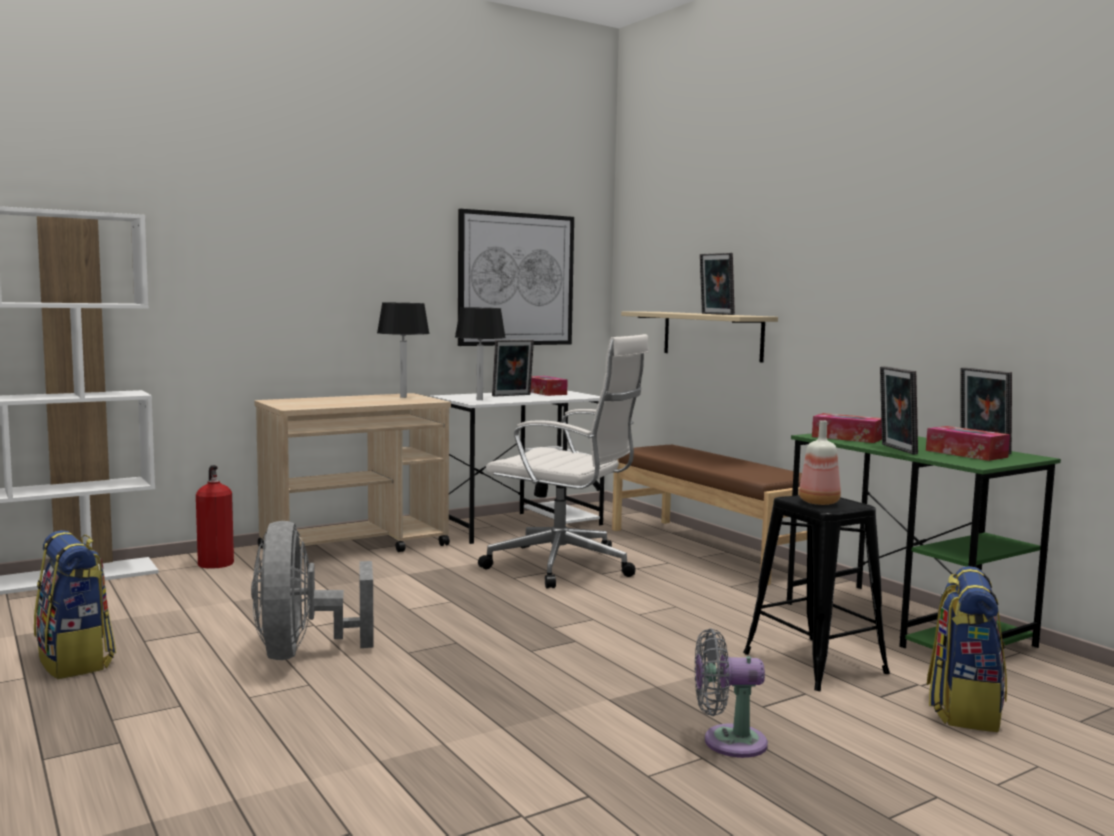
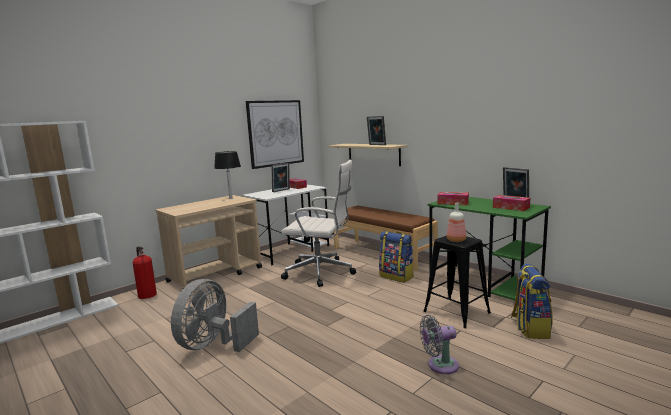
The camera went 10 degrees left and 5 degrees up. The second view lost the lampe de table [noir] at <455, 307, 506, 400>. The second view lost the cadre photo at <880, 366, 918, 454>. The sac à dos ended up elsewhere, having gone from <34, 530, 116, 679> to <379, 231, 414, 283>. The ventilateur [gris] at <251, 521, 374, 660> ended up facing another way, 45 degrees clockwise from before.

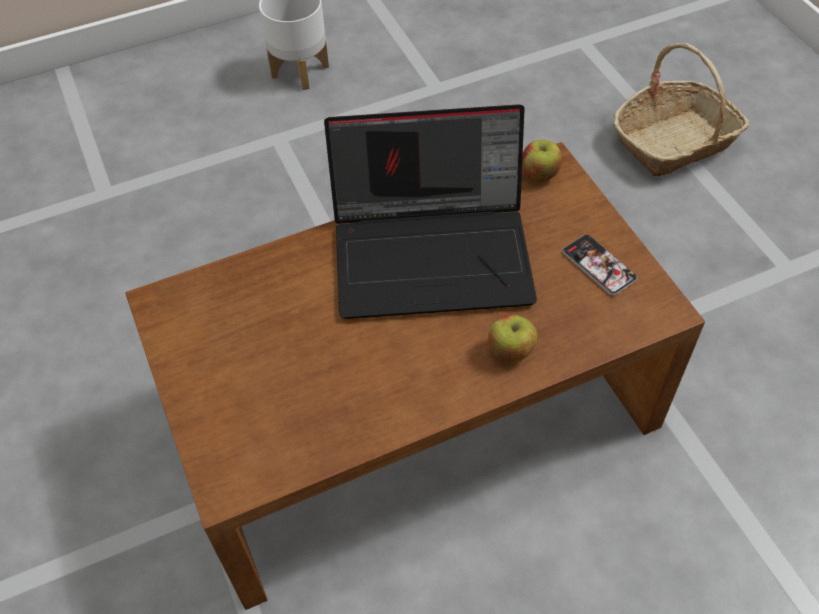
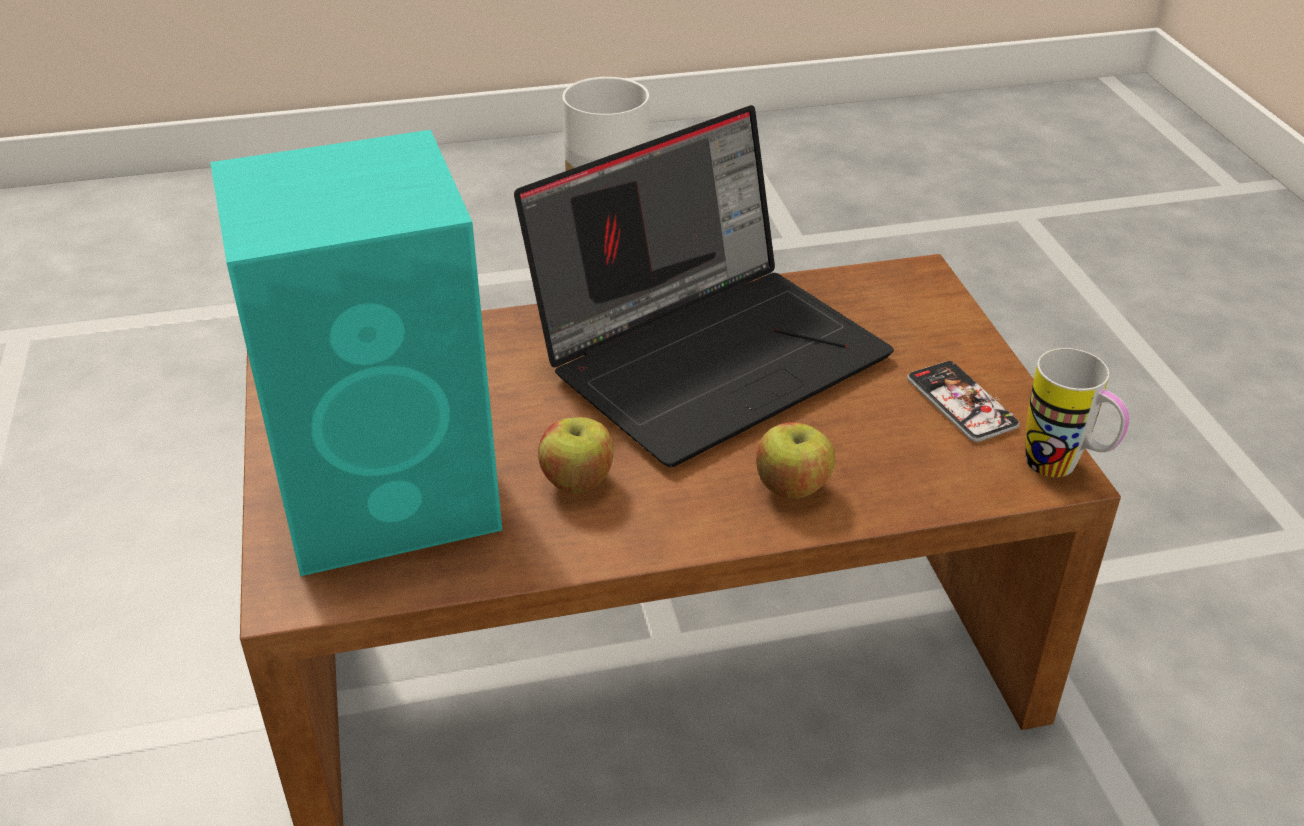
The camera went 10 degrees right and 15 degrees down. The second view lost the panier at <613, 43, 750, 176>. The second view gained the enceinte [turquoise] at <210, 130, 502, 576>. The second view gained the mug at <1025, 348, 1130, 477>. The pomme ended up elsewhere, having gone from <522, 140, 562, 182> to <538, 417, 613, 493>. The ordinateur portable at <324, 104, 537, 319> ended up facing another way, 45 degrees counterclockwise from before.

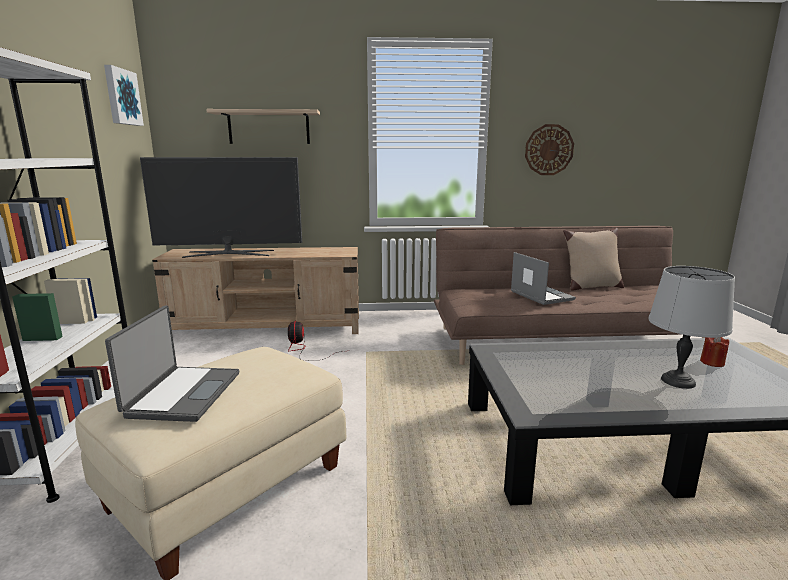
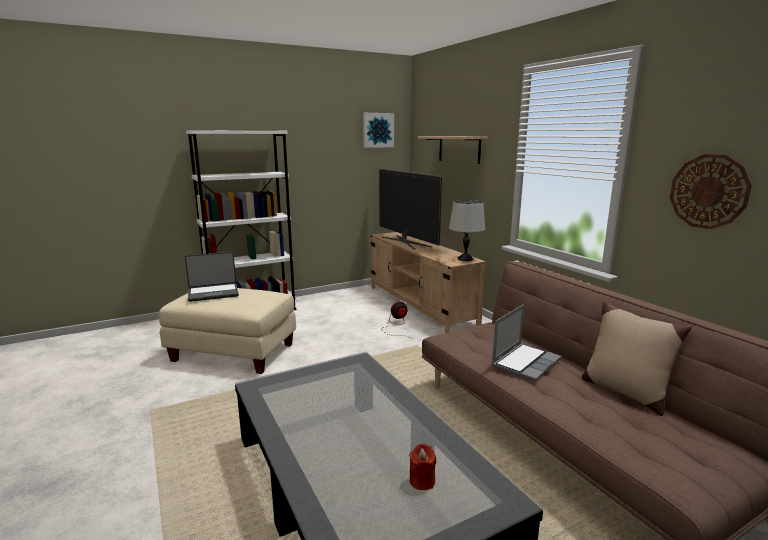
The camera went 65 degrees right and 0 degrees up. The lampe de table [gris] ended up elsewhere, having gone from <648, 266, 735, 389> to <449, 200, 485, 261>.

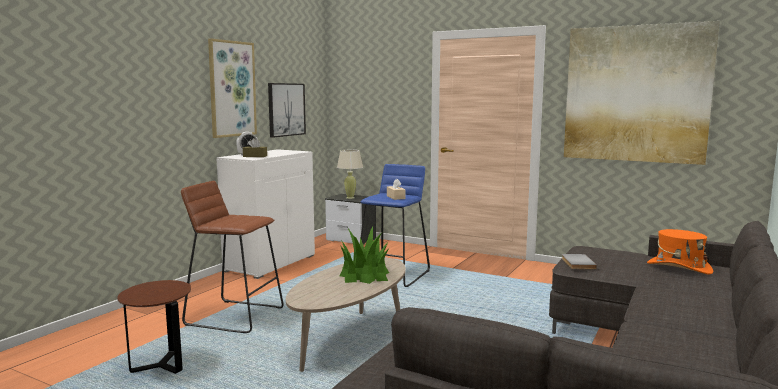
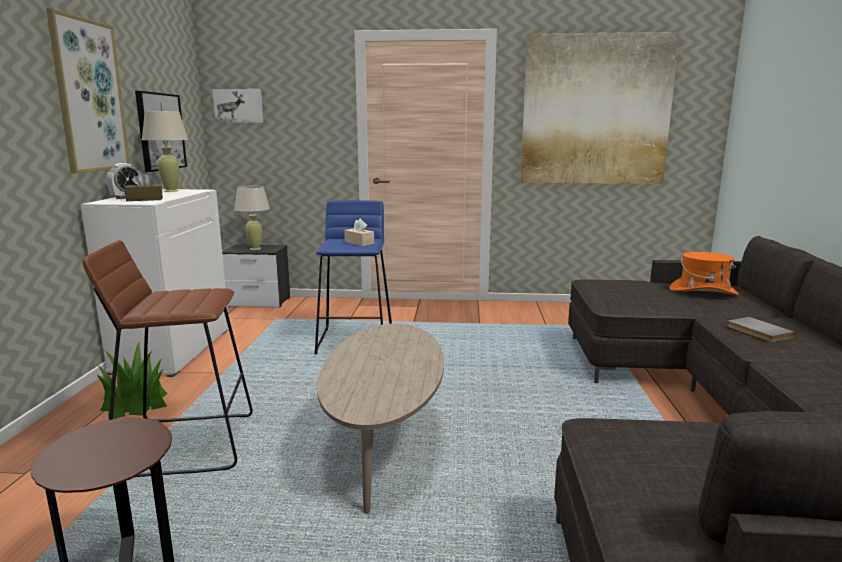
The camera went 25 degrees left and 5 degrees up. The second view gained the lampe de table [beige] at <142, 111, 189, 192>. The second view gained the tableau at <212, 89, 263, 123>. The plante en pot ended up elsewhere, having gone from <339, 227, 389, 284> to <96, 342, 168, 419>. The livre [gris] ended up elsewhere, having gone from <562, 254, 597, 269> to <727, 317, 795, 342>.

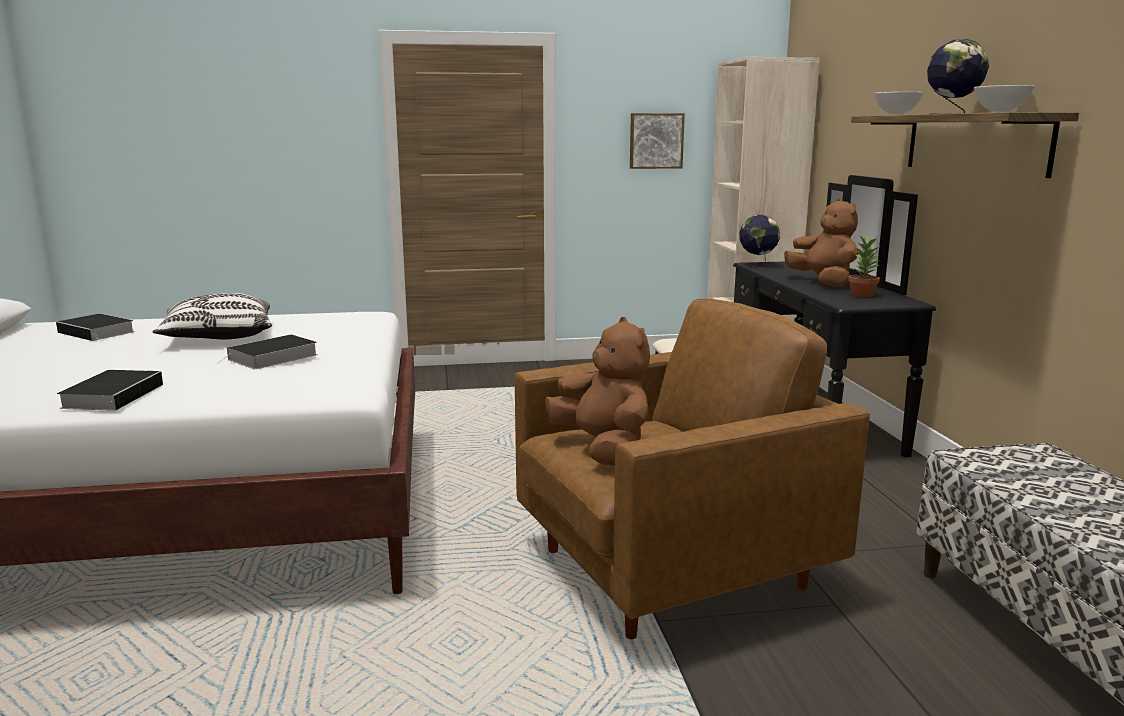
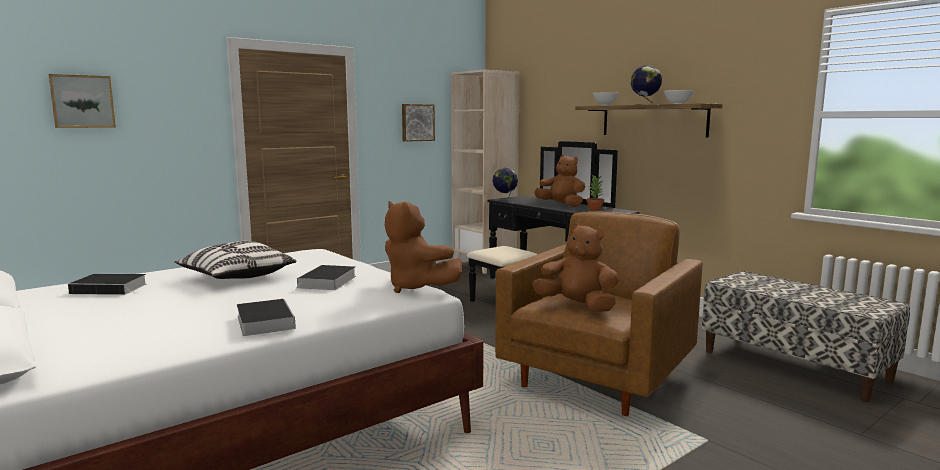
The camera went 30 degrees left and 5 degrees down. The second view gained the tableau at <49, 74, 116, 128>. The second view gained the peluche [marron] at <385, 201, 462, 293>.

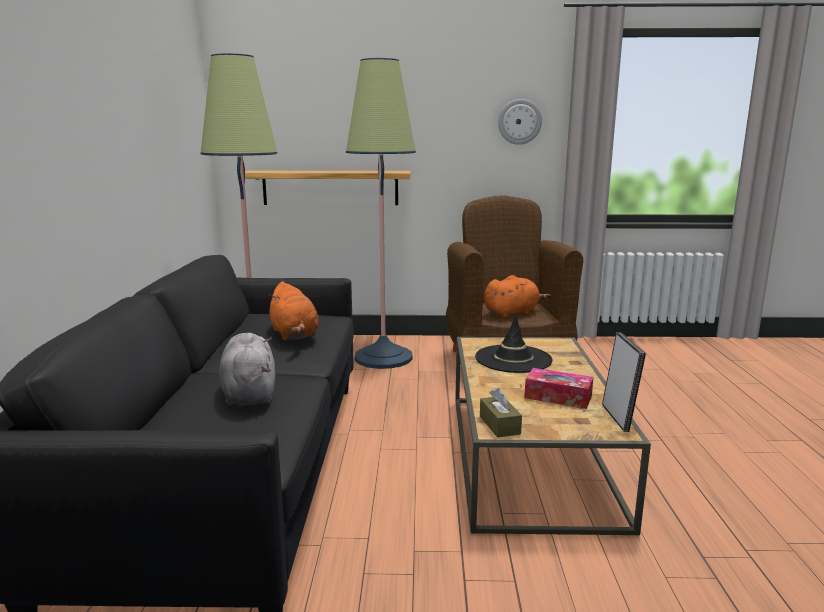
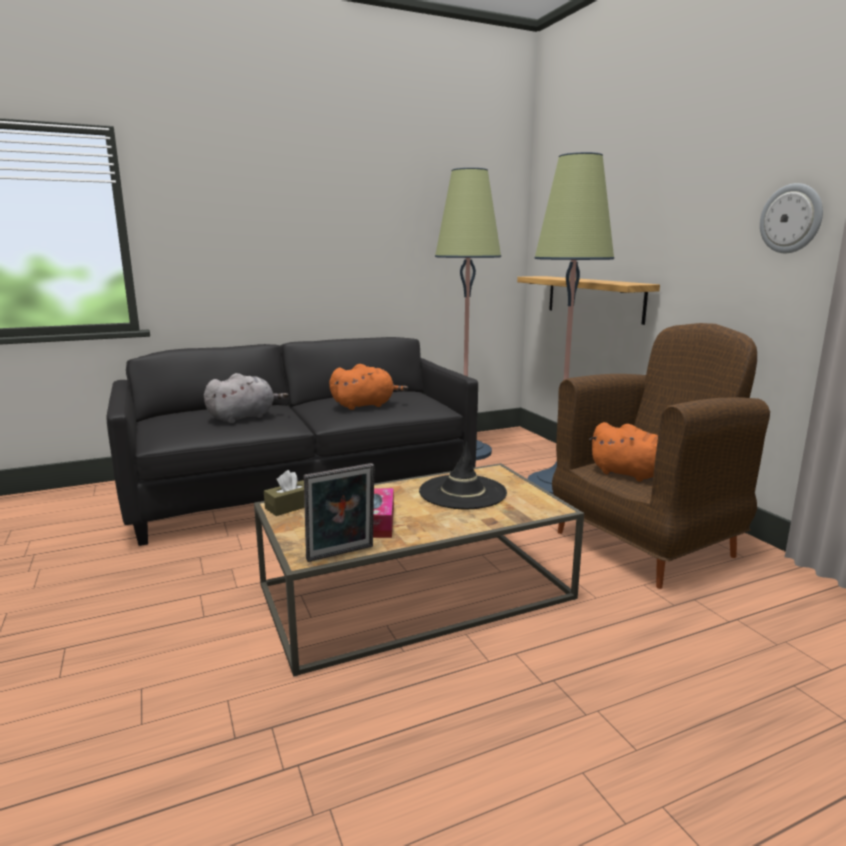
The camera went 65 degrees right and 0 degrees up. The peluche [orange] at <267, 281, 319, 341> ended up facing another way, 150 degrees counterclockwise from before.

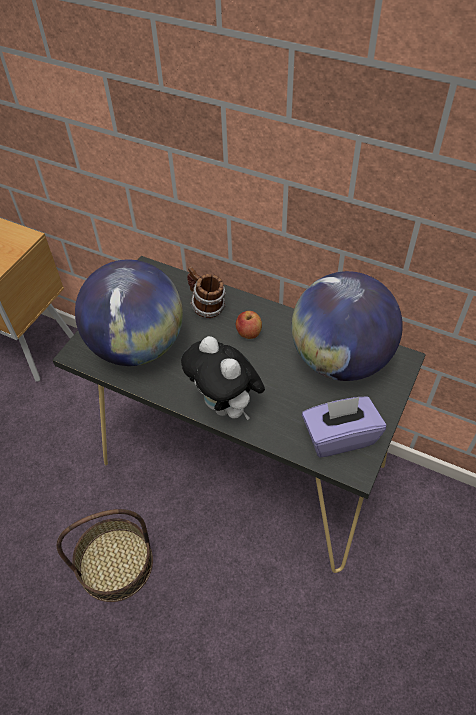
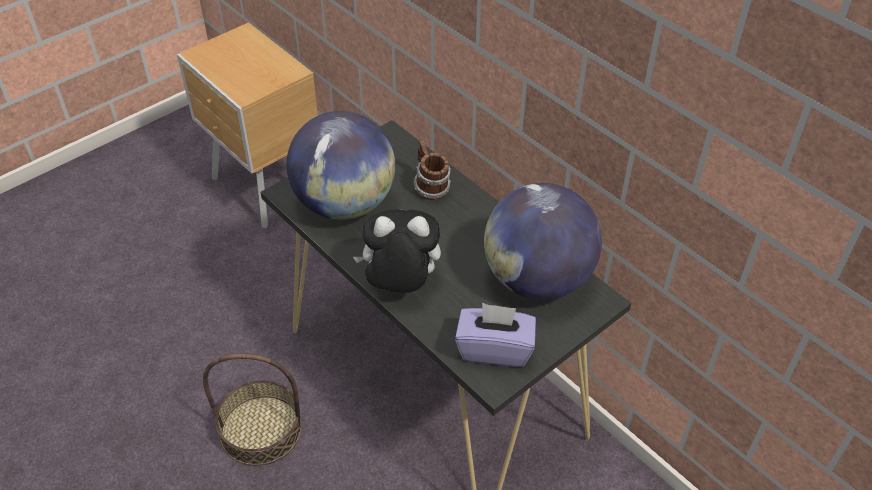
The camera went 20 degrees right and 5 degrees down. The second view lost the pomme at <236, 311, 262, 339>. The peluche at <181, 336, 265, 420> ended up facing another way, 105 degrees clockwise from before.

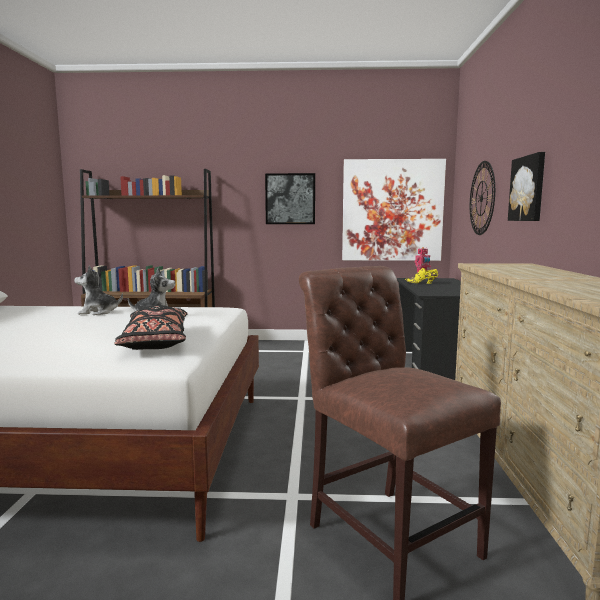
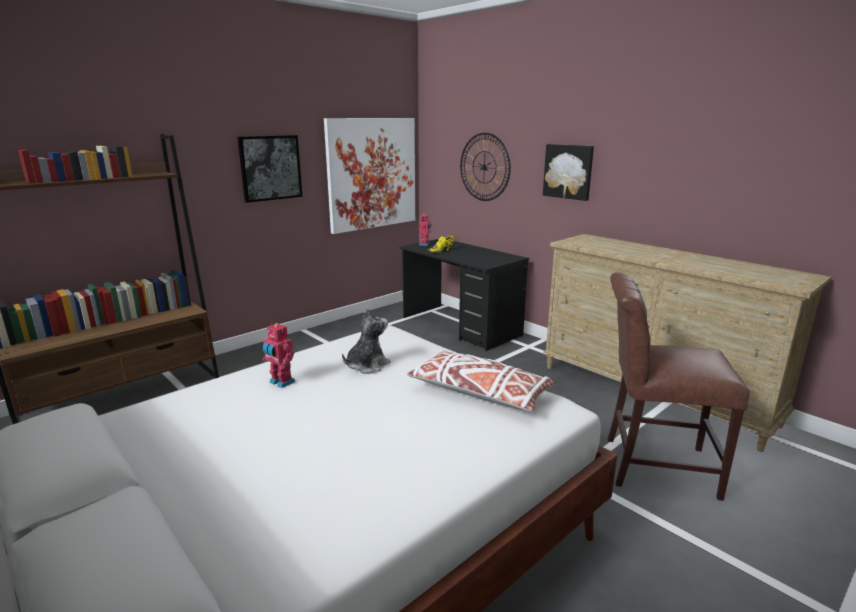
The camera went 45 degrees left and 10 degrees up. Where the peluche stood at <74, 266, 123, 315>, the robot jouet came to stand at <263, 322, 295, 388>. What was the coussin [noir] at <115, 305, 188, 350> turned into the coussin [blanc] at <407, 350, 554, 412>.

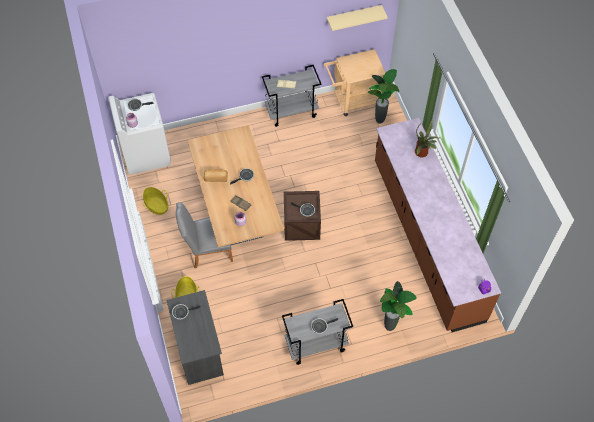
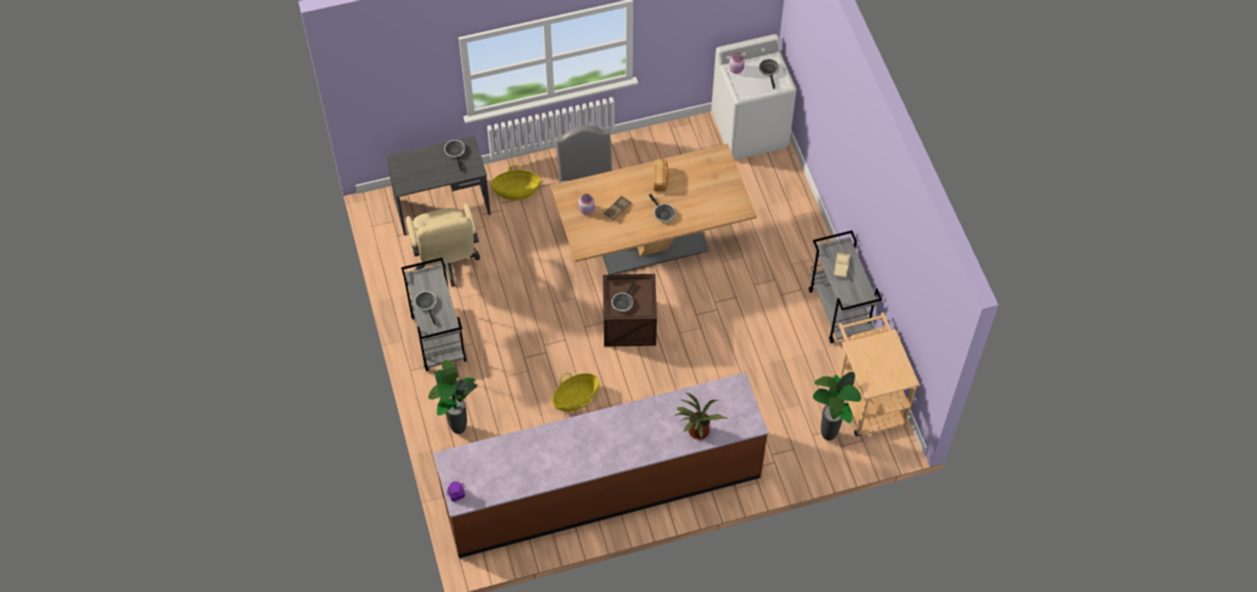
The camera went 90 degrees right and 0 degrees up. The second view lost the étagère [beige] at <327, 5, 388, 31>. The second view gained the chaise de bureau [beige] at <406, 203, 480, 287>. The panier ended up elsewhere, having gone from <142, 187, 168, 215> to <552, 373, 599, 412>.

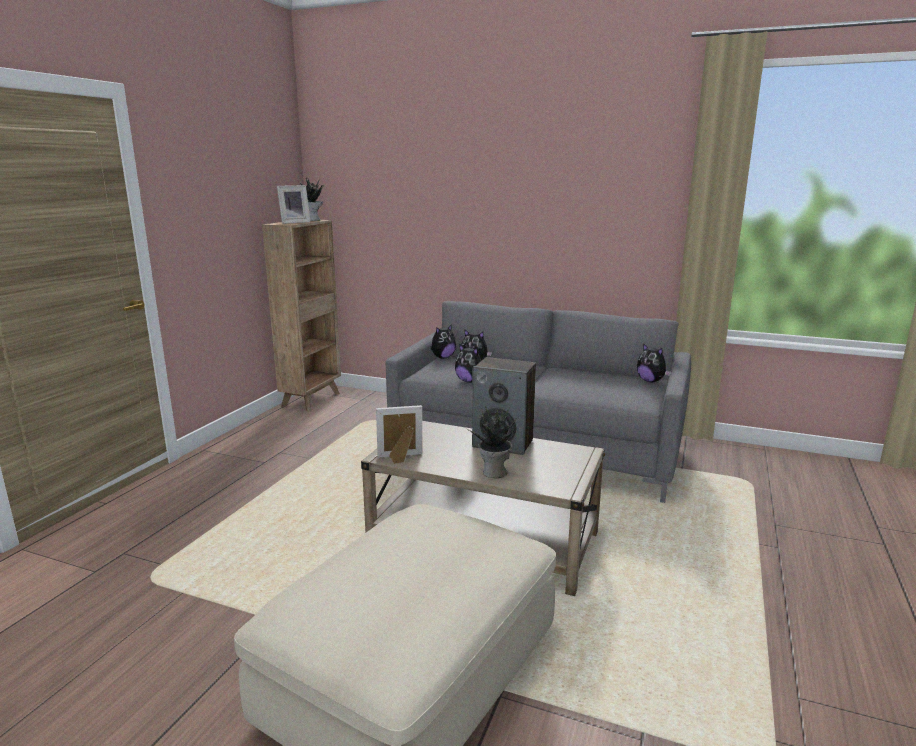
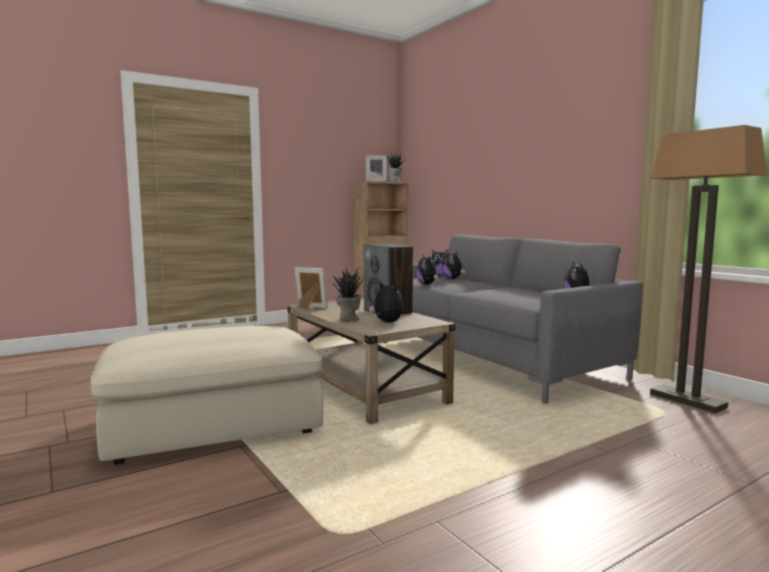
The camera went 35 degrees right and 10 degrees down. The second view gained the peluche at <369, 281, 403, 322>. The second view gained the lampadaire at <650, 125, 767, 413>.

